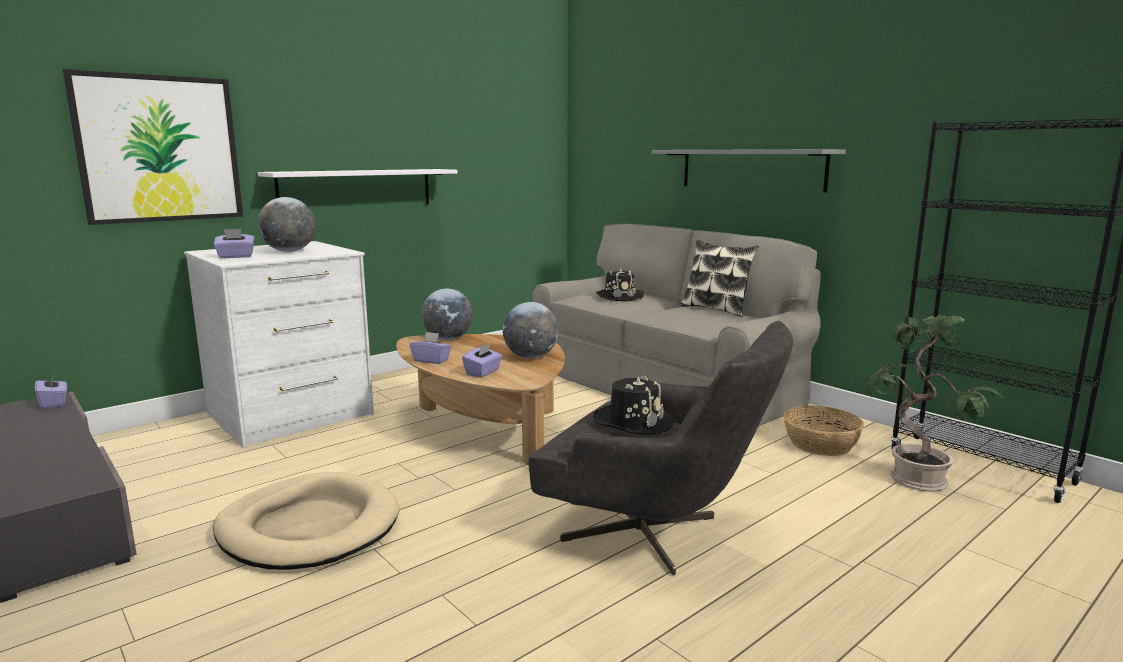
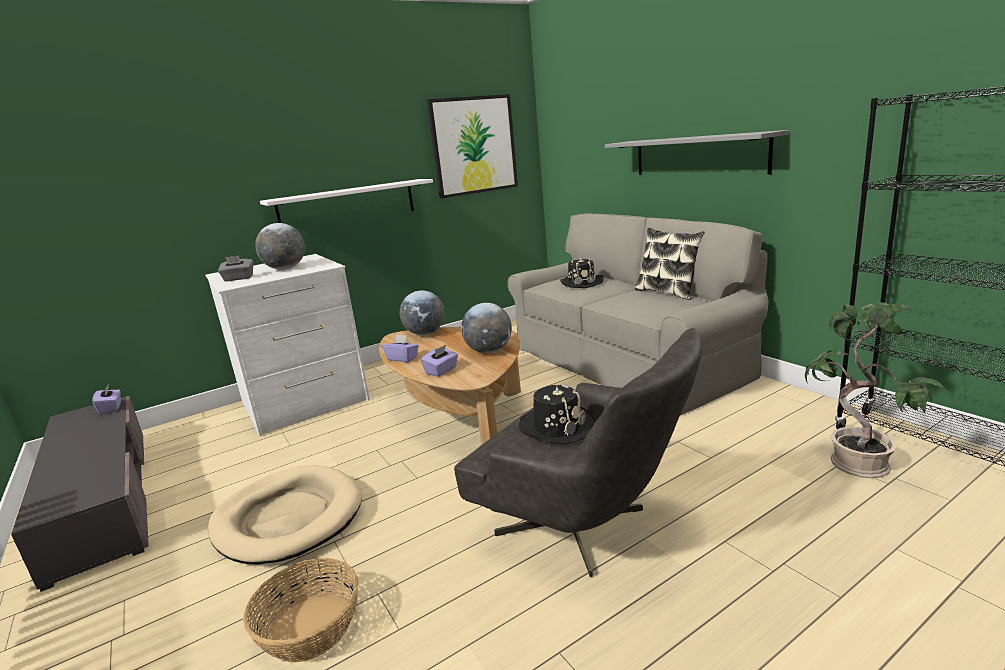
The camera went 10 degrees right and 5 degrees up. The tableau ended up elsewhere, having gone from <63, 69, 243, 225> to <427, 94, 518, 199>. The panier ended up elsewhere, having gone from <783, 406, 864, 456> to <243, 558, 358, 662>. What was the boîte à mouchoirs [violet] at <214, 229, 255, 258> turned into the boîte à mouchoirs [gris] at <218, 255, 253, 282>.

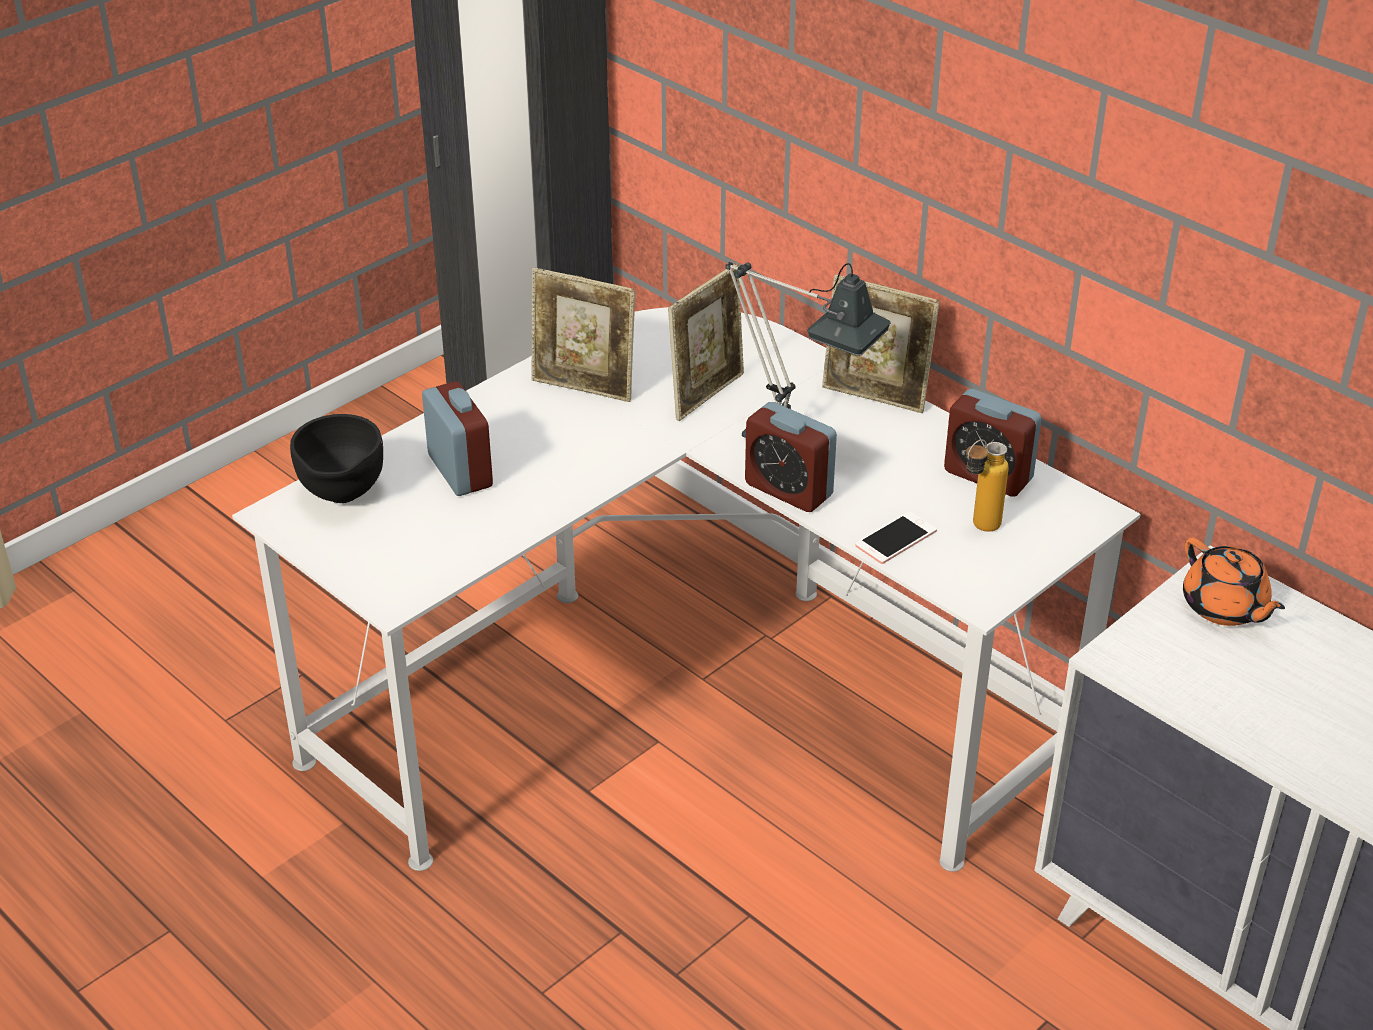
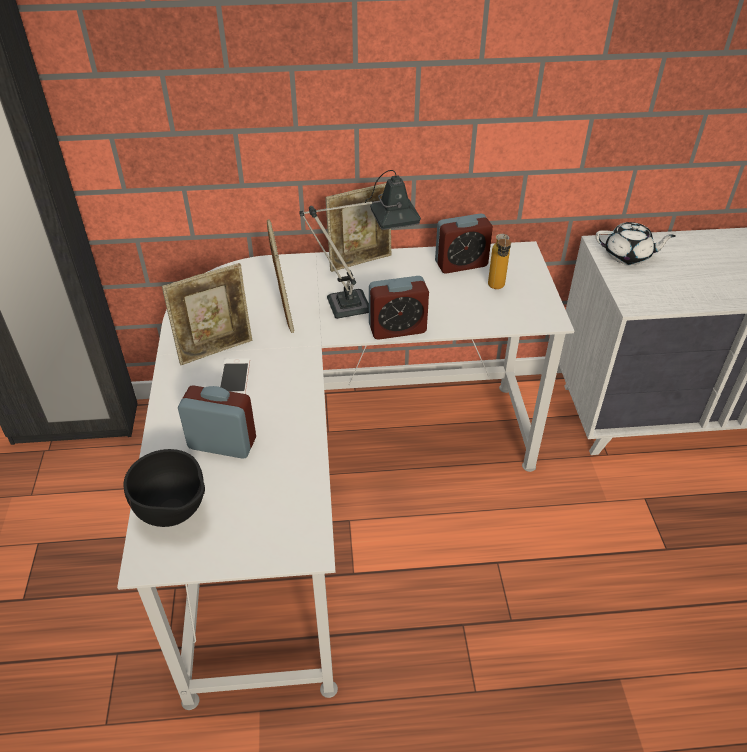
The camera went 50 degrees left and 5 degrees up. The téléphone ended up elsewhere, having gone from <855, 511, 937, 564> to <219, 358, 250, 394>. What was the théière [orange] at <1183, 538, 1285, 626> turned into the théière [blanc] at <596, 222, 676, 265>.

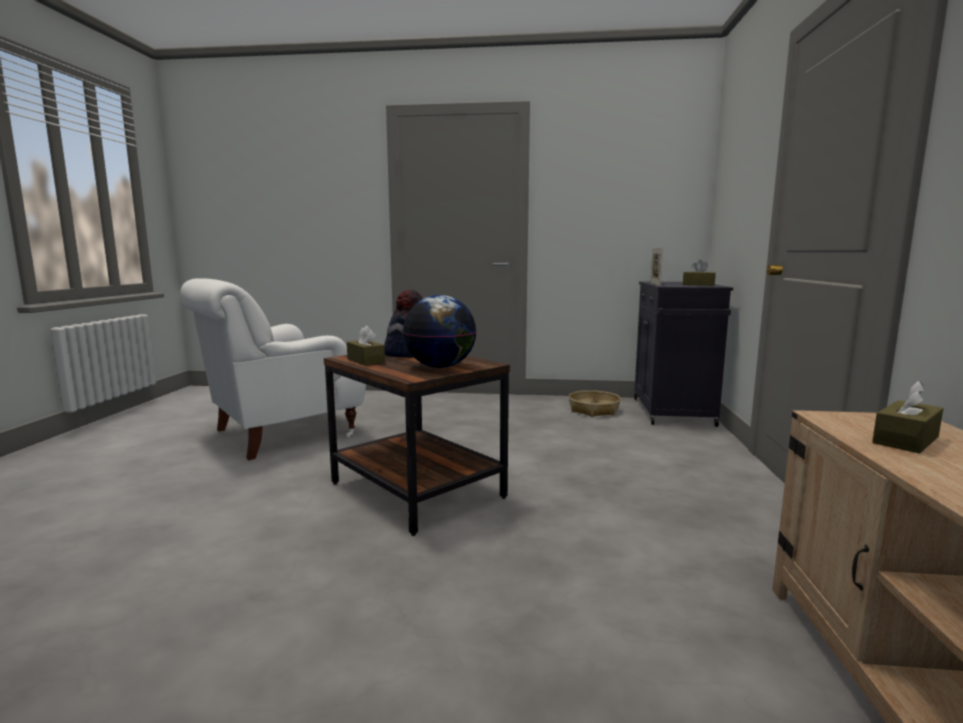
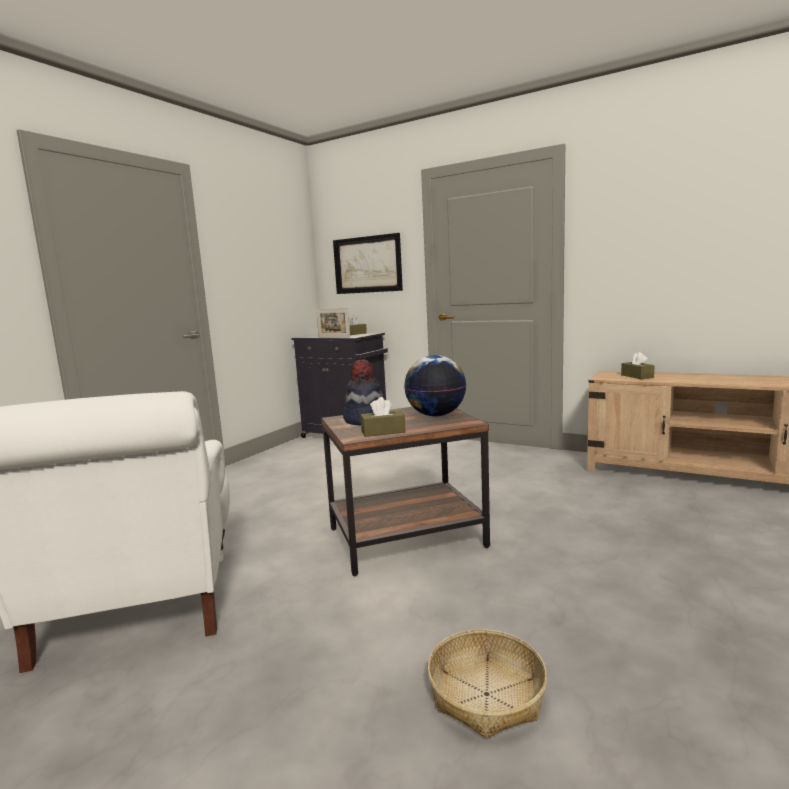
The camera went 65 degrees left and 0 degrees up. The second view gained the tableau at <333, 233, 403, 294>. The panier ended up elsewhere, having gone from <569, 390, 621, 417> to <427, 629, 547, 739>.

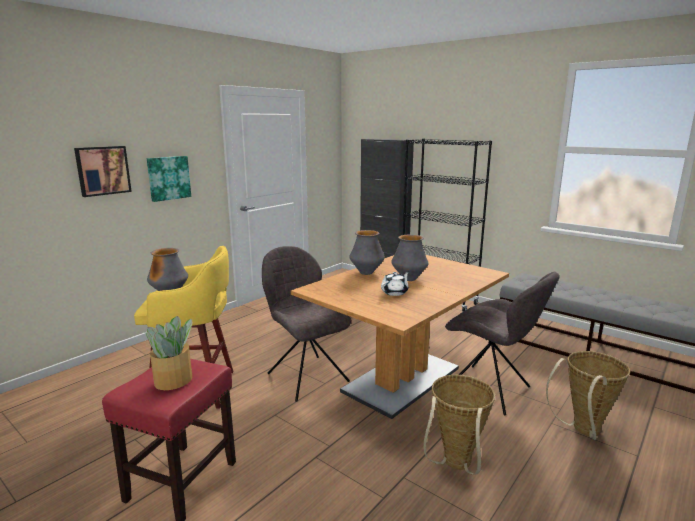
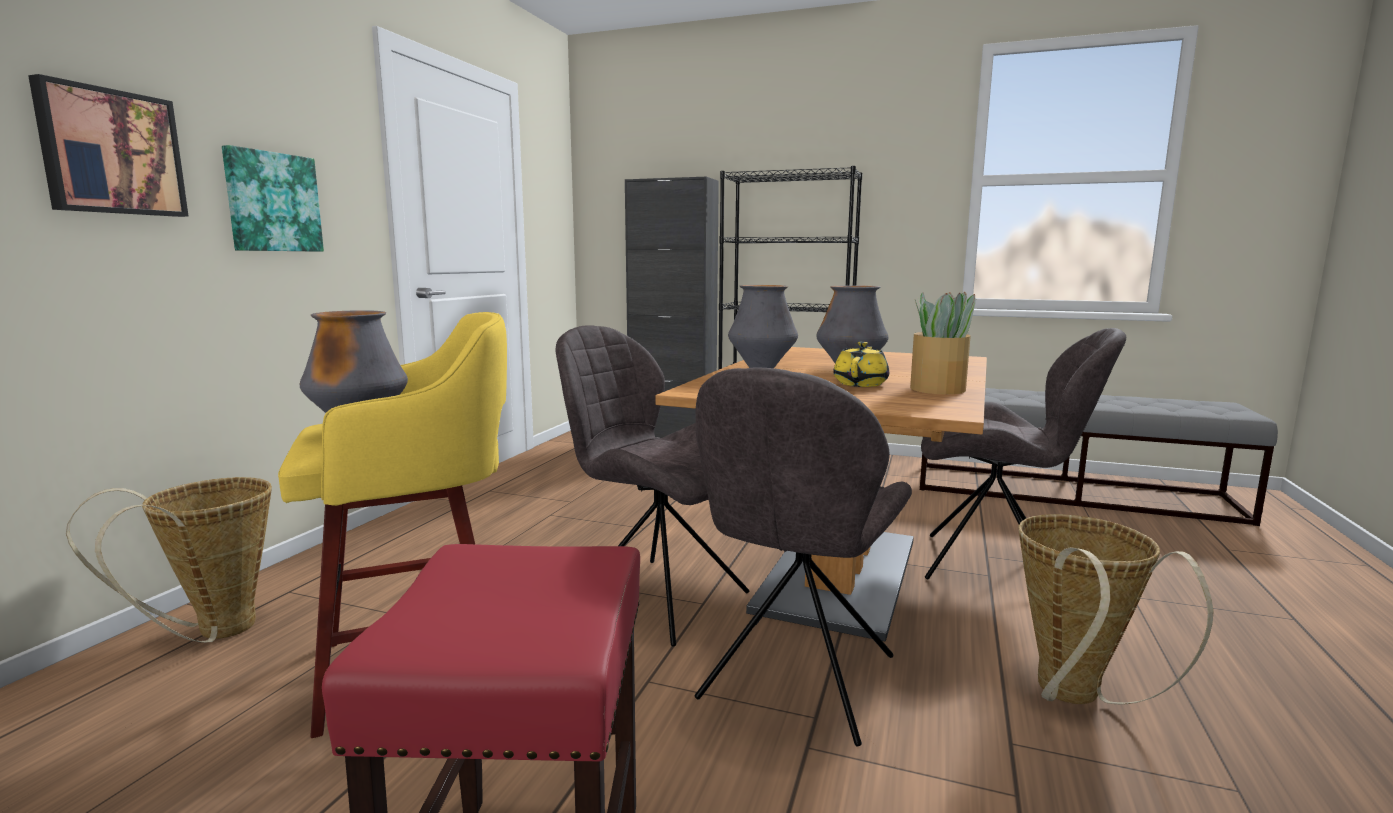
The camera went 20 degrees left and 5 degrees down. The second view gained the chaise [gris] at <695, 368, 912, 746>. The plante en pot ended up elsewhere, having gone from <146, 316, 192, 390> to <910, 292, 976, 394>. The panier ended up elsewhere, having gone from <546, 351, 630, 440> to <66, 477, 272, 643>. What was the théière [blanc] at <381, 271, 409, 296> turned into the théière [jaune] at <833, 342, 889, 387>.

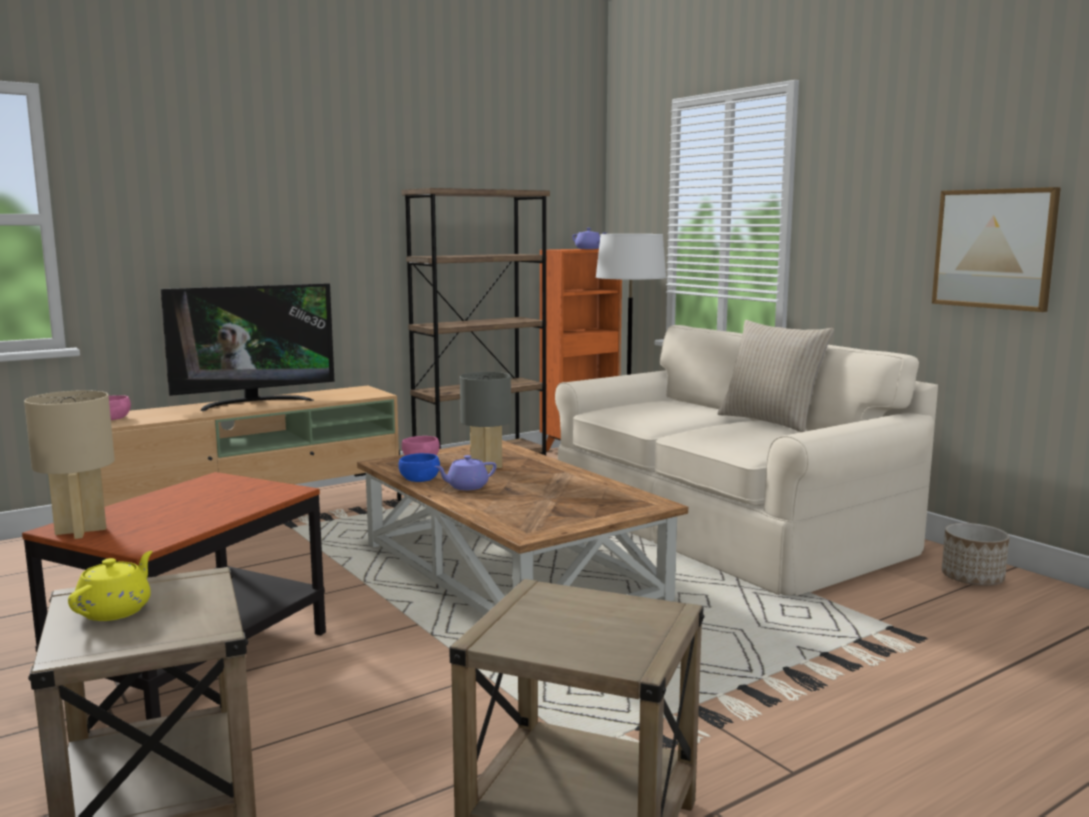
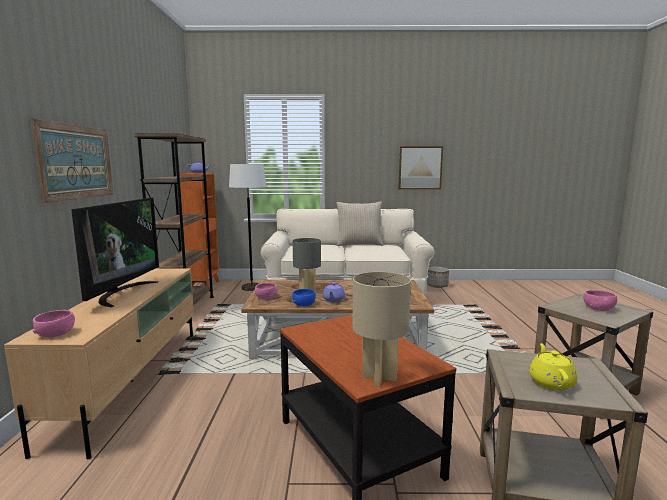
The camera went 55 degrees left and 0 degrees up. The second view gained the tableau at <30, 119, 113, 204>. The second view gained the bol [rose] at <583, 290, 617, 311>. The théière [jaune] at <68, 551, 153, 621> ended up facing another way, 45 degrees clockwise from before.

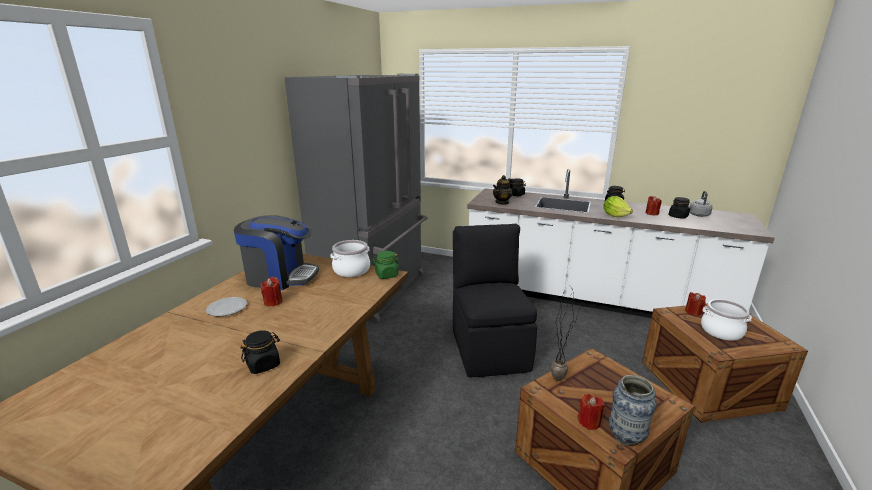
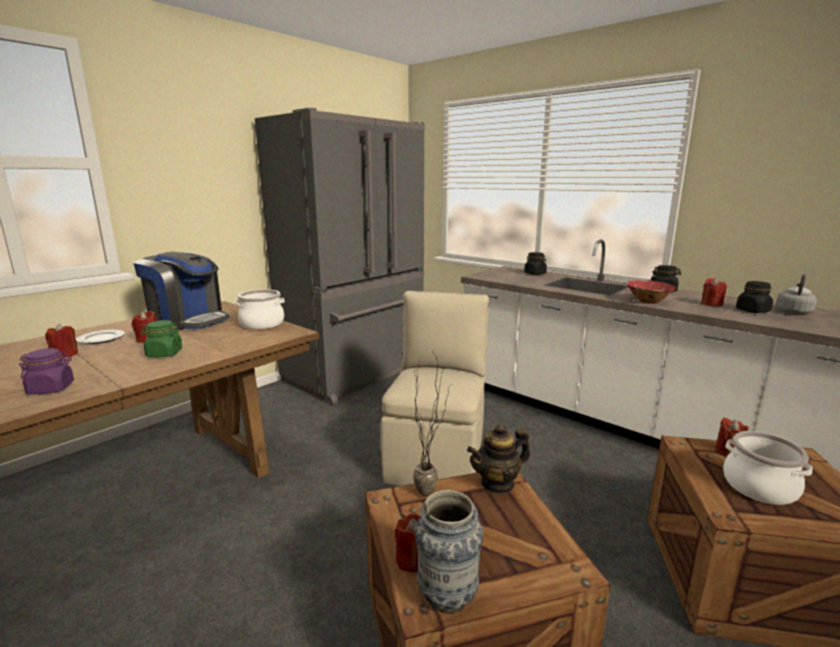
The camera went 20 degrees right and 5 degrees down. The second view gained the bougie [rouge] at <45, 324, 78, 358>. The bocal [vert] ended up elsewhere, having gone from <373, 251, 399, 279> to <140, 320, 182, 357>. The théière ended up elsewhere, having gone from <493, 175, 513, 205> to <467, 424, 530, 494>. Where the laitue stood at <603, 196, 633, 217>, the bol [rouge] came to stand at <627, 280, 676, 304>. What was the bocal [noir] at <241, 330, 280, 374> turned into the bocal [violet] at <19, 348, 74, 394>. What was the chaise [noir] at <453, 224, 537, 378> turned into the chaise [beige] at <381, 291, 489, 486>.

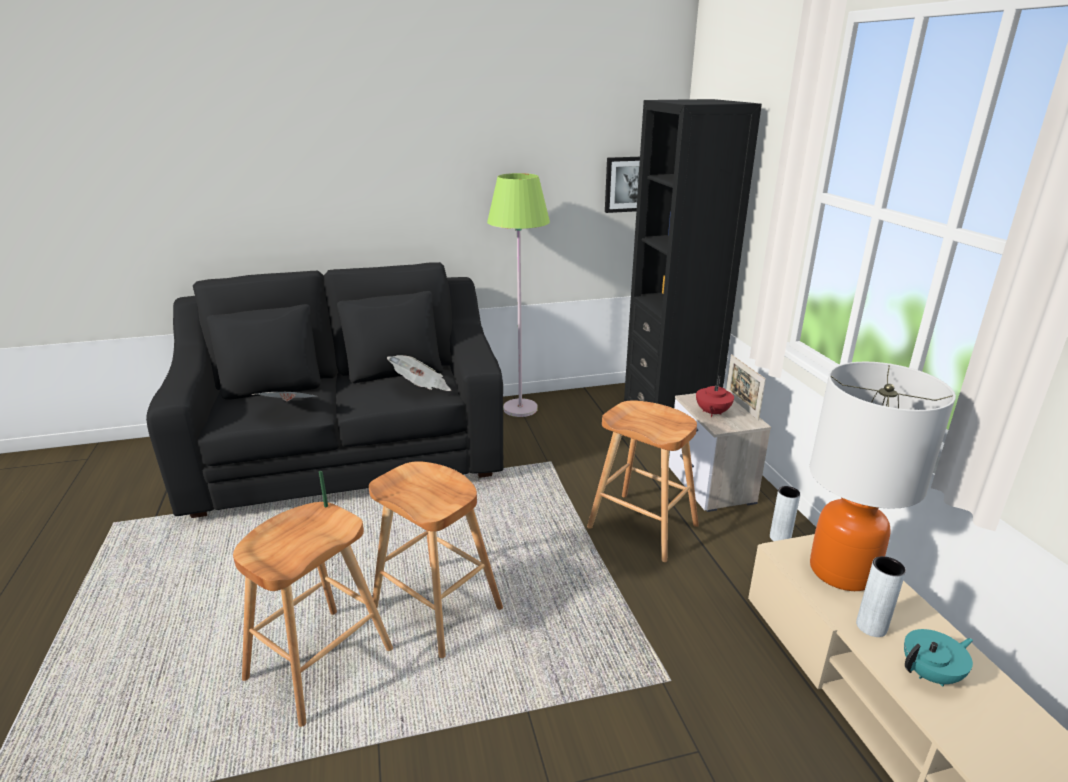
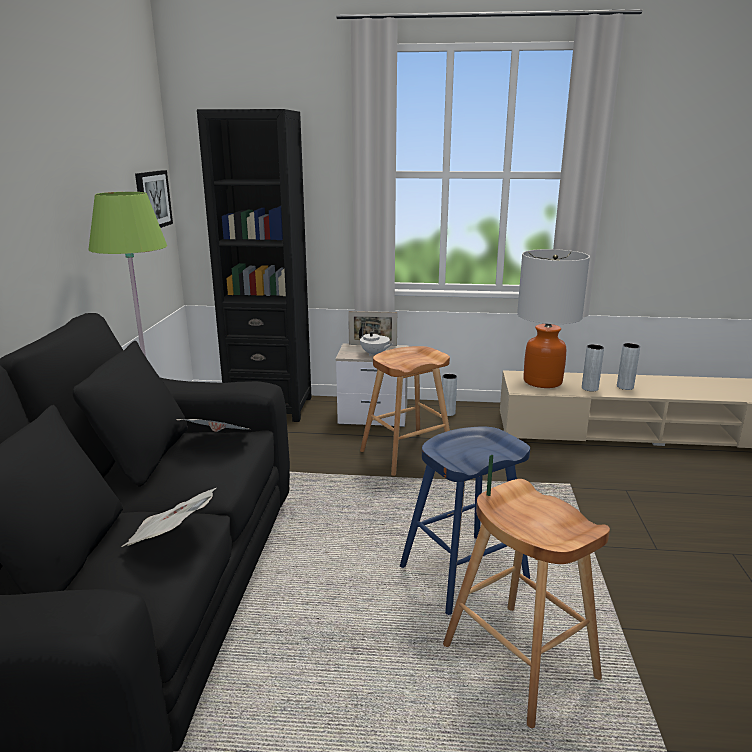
The camera went 70 degrees left and 5 degrees down. Where the théière [turquoise] stood at <904, 629, 973, 687>, the vase [gris] came to stand at <617, 343, 640, 390>. What was the tabouret [marron] at <369, 461, 503, 658> turned into the tabouret [bleu] at <400, 427, 530, 615>. What was the théière [rouge] at <696, 376, 734, 417> turned into the théière [blanc] at <359, 326, 393, 356>.

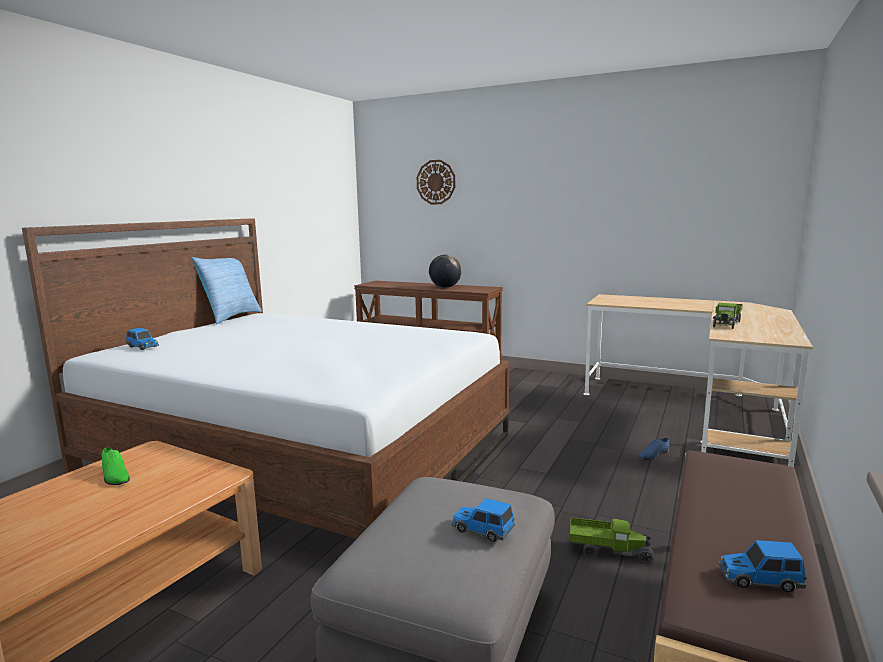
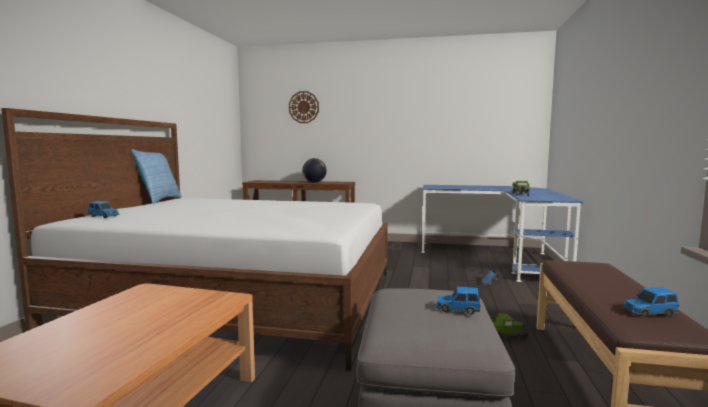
The camera went 15 degrees left and 5 degrees down. The second view lost the chaussure [vert] at <102, 447, 130, 485>. What was the bureau [beige] at <584, 294, 813, 468> turned into the bureau [bleu] at <421, 185, 583, 282>.

